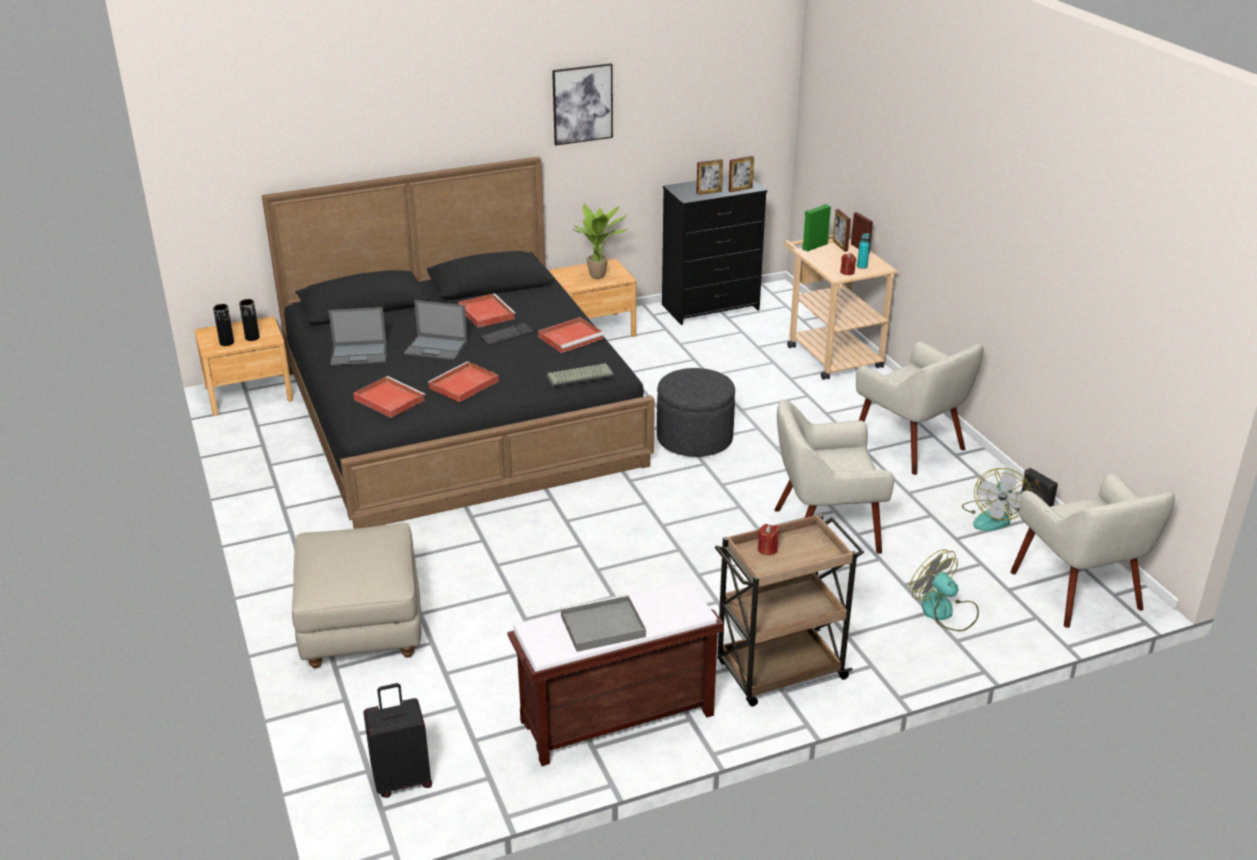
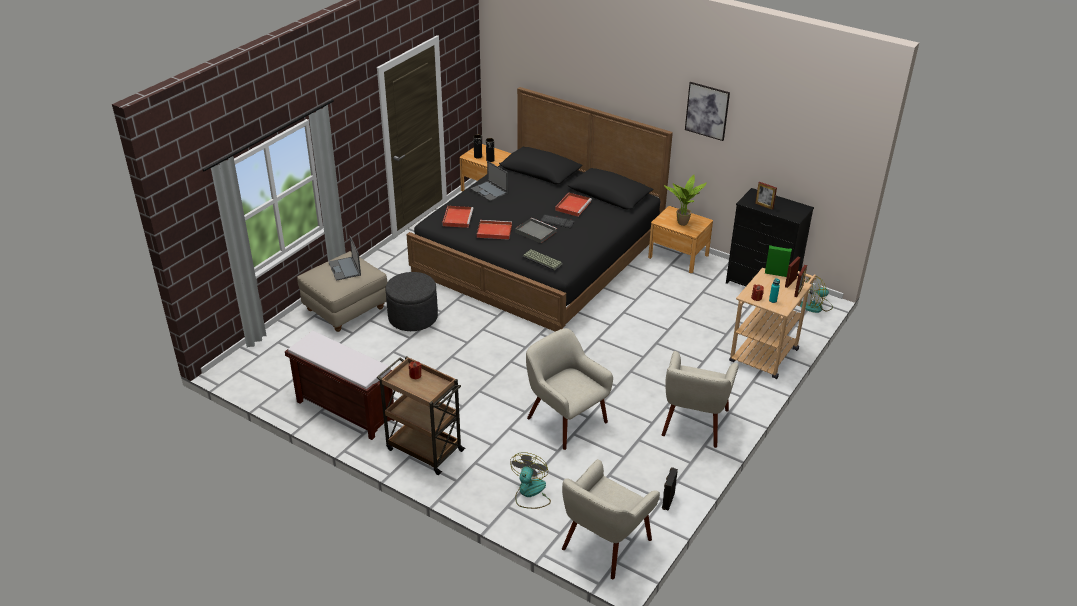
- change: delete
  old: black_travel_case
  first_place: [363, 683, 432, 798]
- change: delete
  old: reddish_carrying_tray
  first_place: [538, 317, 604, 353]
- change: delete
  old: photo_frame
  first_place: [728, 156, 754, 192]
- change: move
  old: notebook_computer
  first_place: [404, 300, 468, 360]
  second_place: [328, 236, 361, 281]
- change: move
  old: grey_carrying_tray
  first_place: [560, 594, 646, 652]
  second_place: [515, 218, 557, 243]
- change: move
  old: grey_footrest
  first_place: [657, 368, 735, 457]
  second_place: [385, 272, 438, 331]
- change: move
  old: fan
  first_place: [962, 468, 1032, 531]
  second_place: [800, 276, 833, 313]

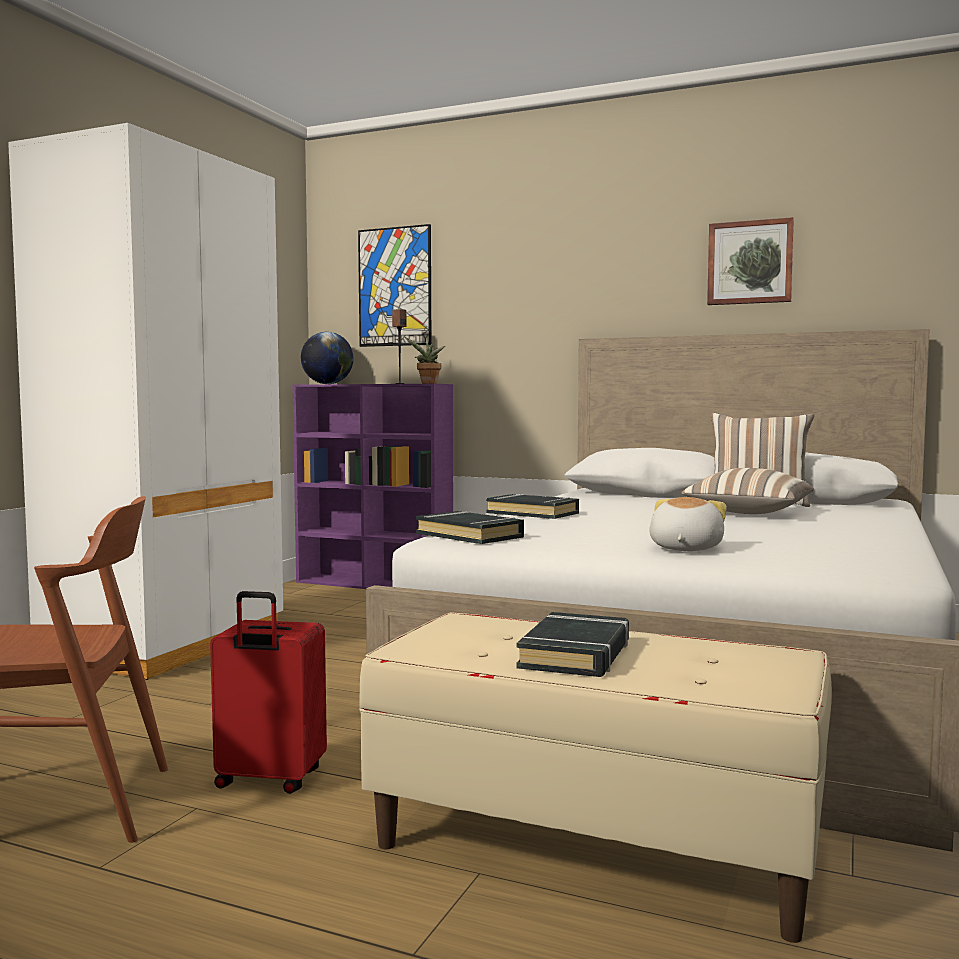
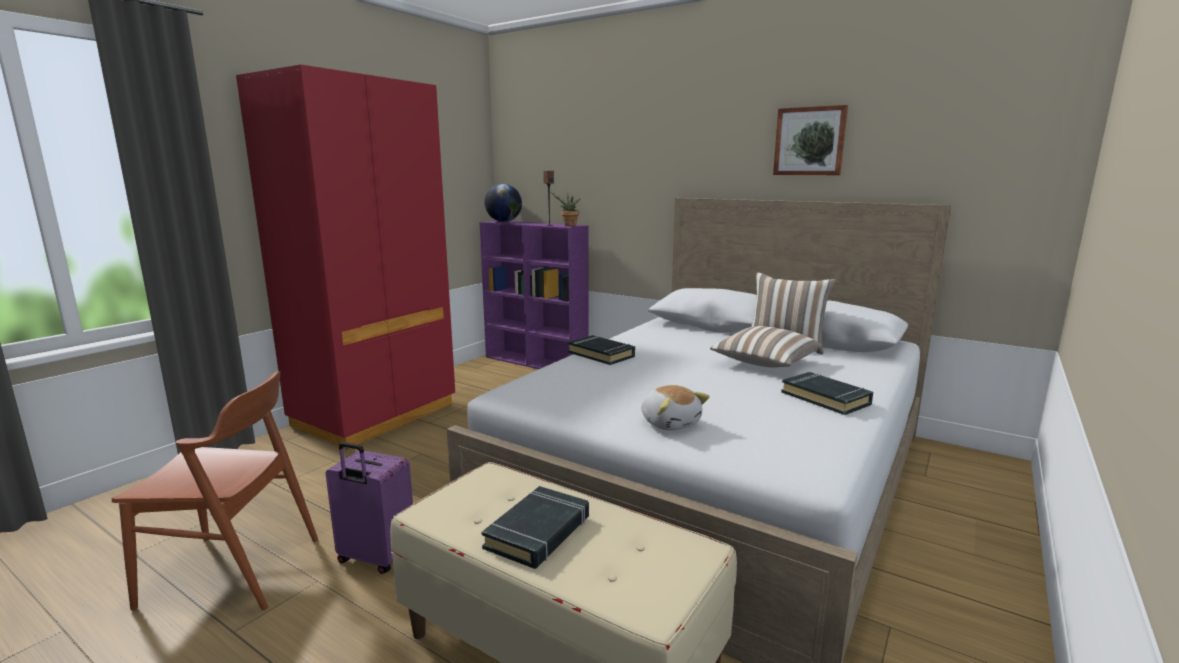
- change: delete
  old: picture
  first_place: [358, 224, 431, 347]
- change: move
  old: black_bound_book
  first_place: [416, 511, 524, 544]
  second_place: [781, 372, 873, 415]
- change: recolor
  old: white-coloured_wardrobe
  new: reddish_wardrobe
  first_place: [8, 123, 283, 680]
  second_place: [236, 64, 455, 449]
- change: recolor
  old: reddish_travel_case
  new: purplish_travel_case
  first_place: [210, 591, 327, 794]
  second_place: [326, 442, 413, 574]
- change: rotate
  old: plush_toy
  first_place: [649, 497, 727, 551]
  second_place: [641, 385, 710, 431]
  degrees: 120

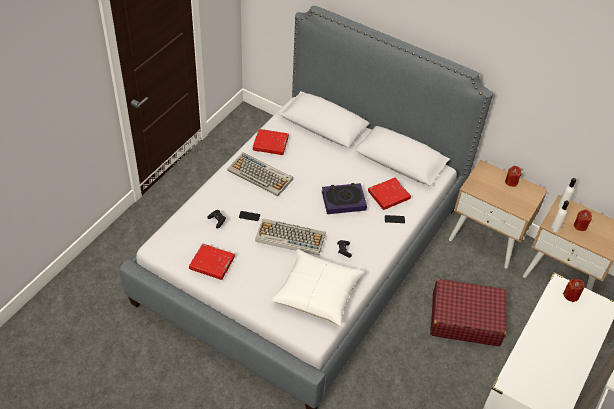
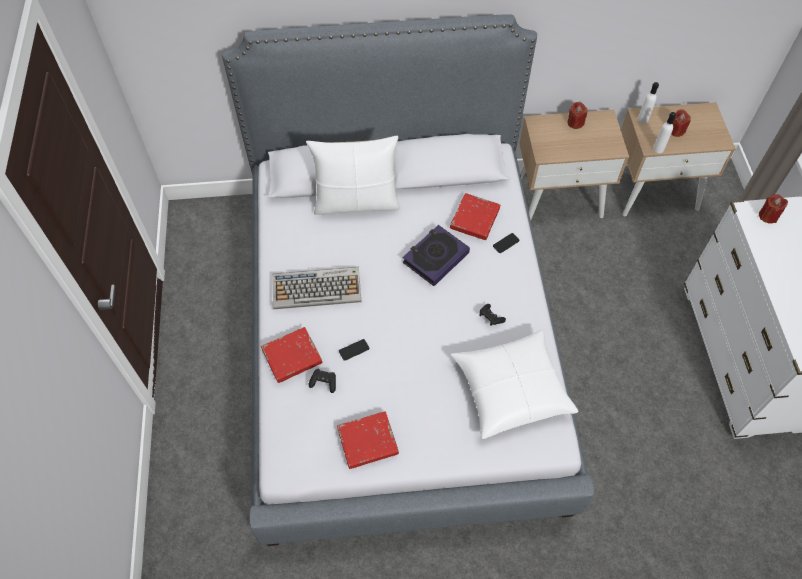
- change: delete
  old: computer_keyboard
  first_place: [255, 218, 326, 255]
- change: delete
  old: reddish_travel_case
  first_place: [430, 279, 507, 346]
- change: insert
  new: white-coloured_throw_pillow
  second_place: [306, 136, 400, 215]
- change: move
  old: reddish_bound_book
  first_place: [253, 129, 289, 155]
  second_place: [261, 327, 323, 383]

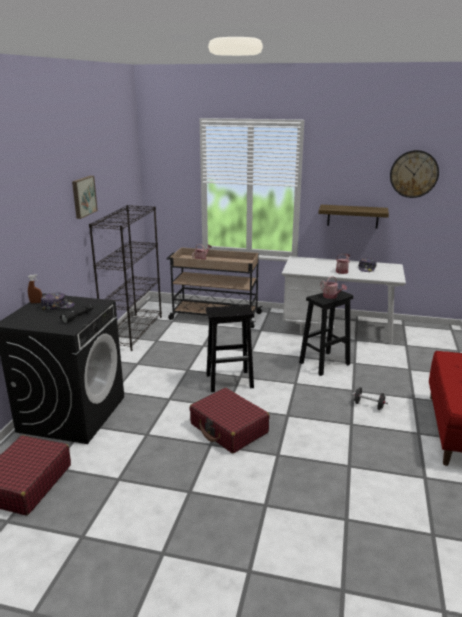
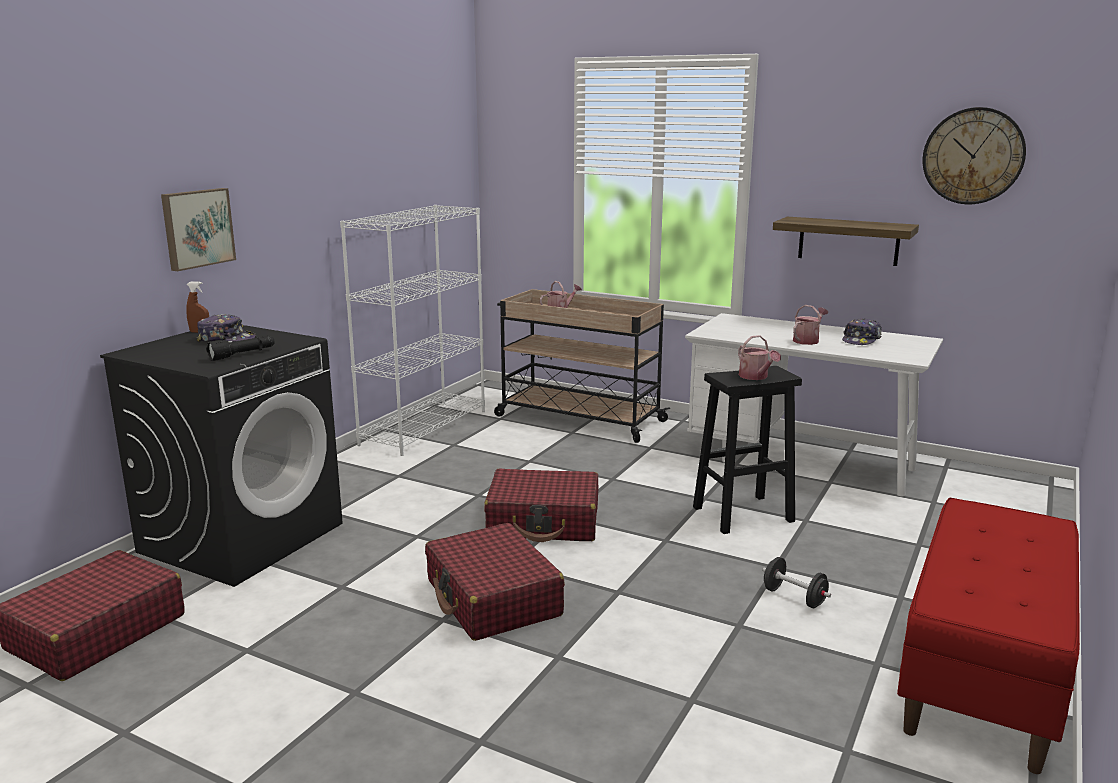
- change: move
  old: picture
  first_place: [72, 176, 98, 219]
  second_place: [161, 188, 236, 271]
- change: replace
  old: black_stool_seat
  new: reddish_travel_case
  first_place: [206, 304, 254, 392]
  second_place: [484, 468, 598, 542]
- change: recolor
  old: black_bookshelf
  new: white-coloured_bookshelf
  first_place: [89, 205, 162, 351]
  second_place: [340, 205, 485, 456]

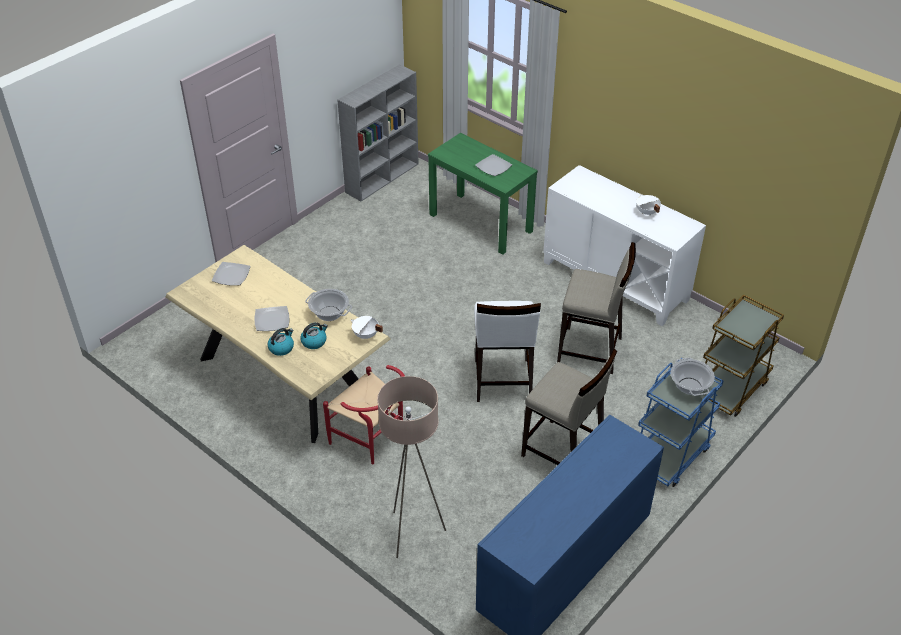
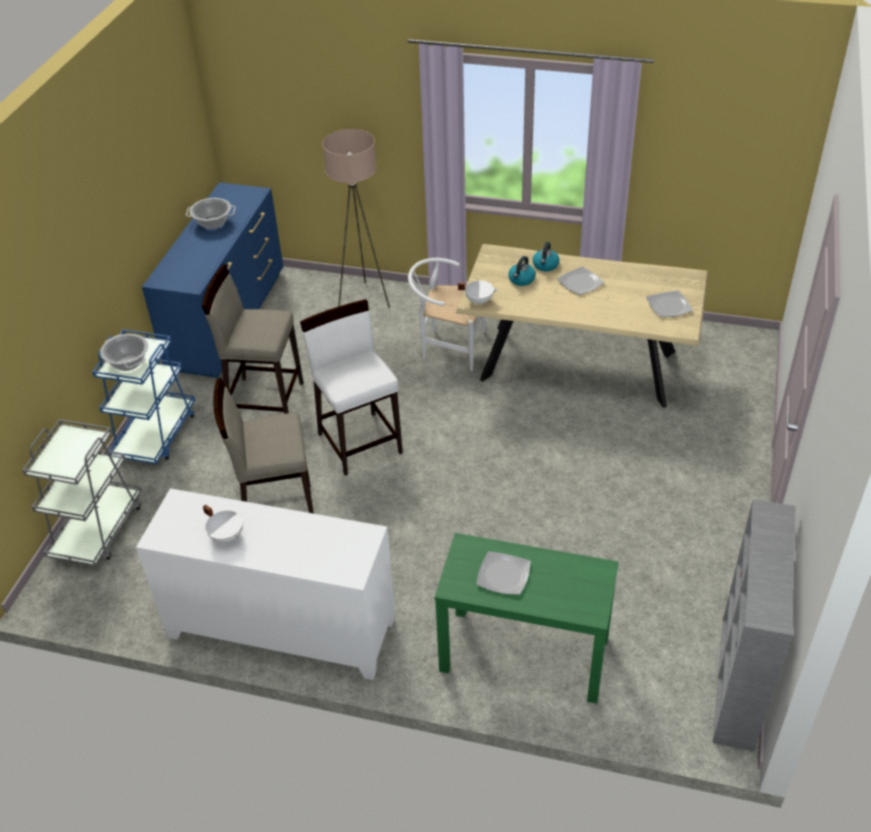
- change: move
  old: saucepot
  first_place: [305, 289, 352, 321]
  second_place: [186, 198, 236, 229]
- change: recolor
  old: reddish_upright_chair
  new: white-coloured_upright_chair
  first_place: [323, 365, 405, 464]
  second_place: [408, 258, 486, 371]
- change: recolor
  old: brown_trolley
  new: grey_trolley
  first_place: [703, 295, 784, 417]
  second_place: [22, 419, 142, 567]

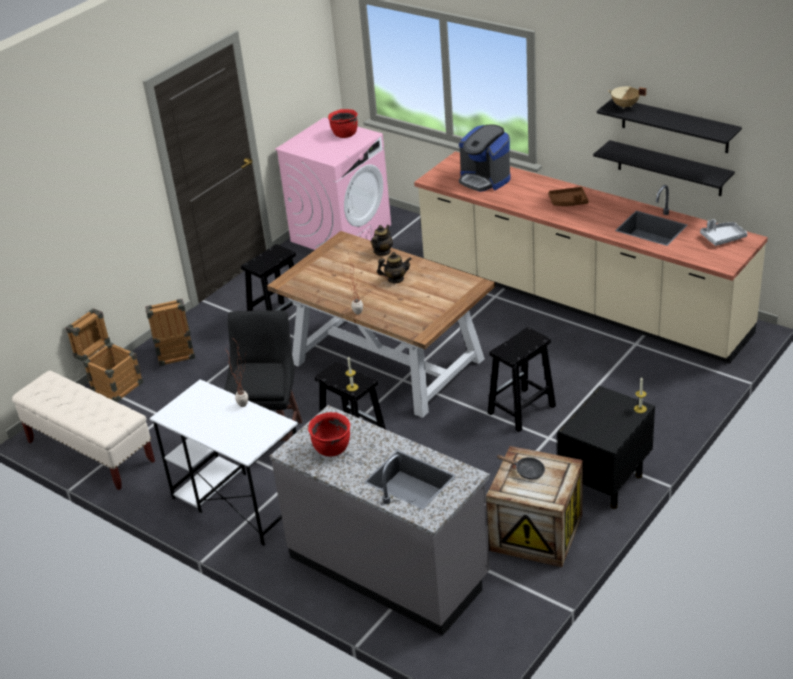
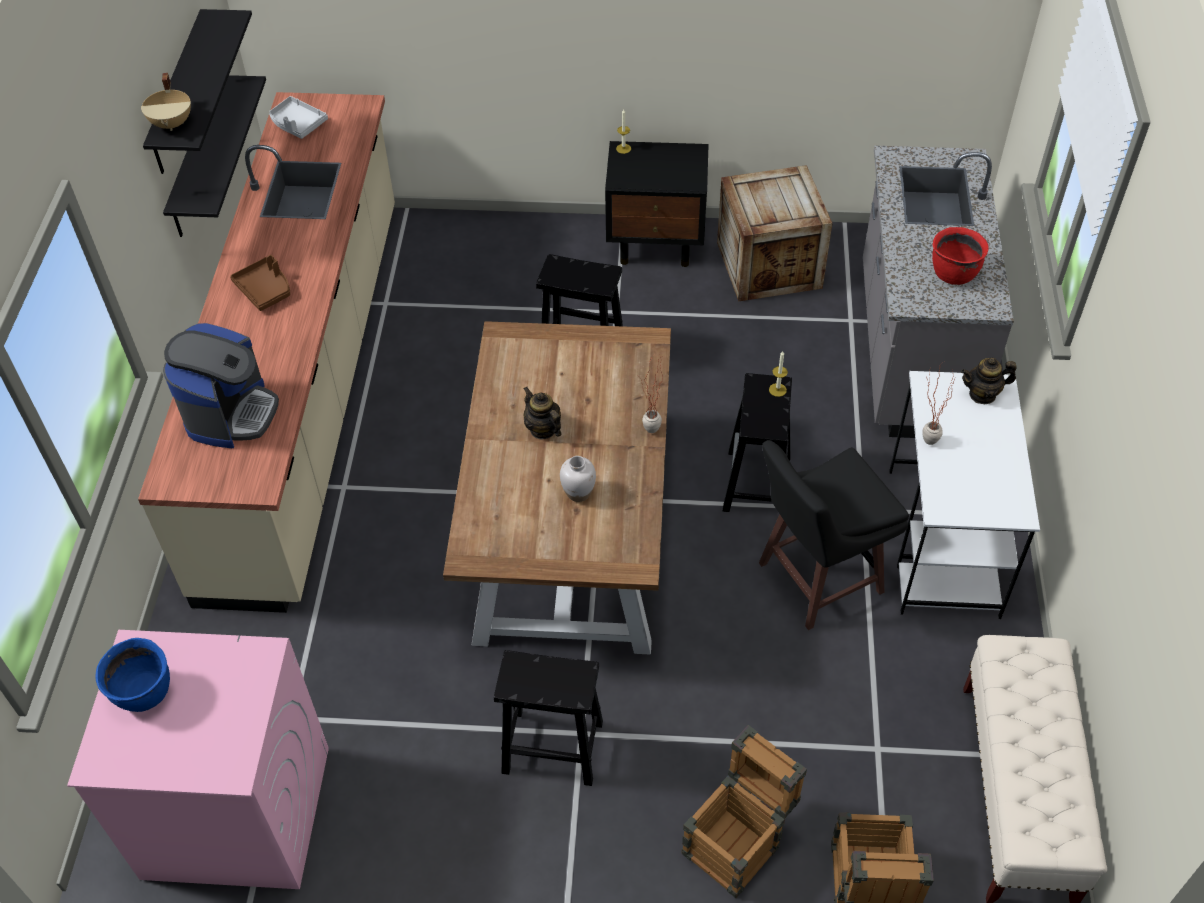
- change: delete
  old: black_frying_pan
  first_place: [496, 455, 545, 480]
- change: insert
  new: white-coloured_vase
  second_place: [560, 456, 596, 502]
- change: move
  old: tea_pot
  first_place: [371, 225, 393, 256]
  second_place: [961, 357, 1016, 404]
- change: recolor
  old: reddish_saucepot
  new: blue_saucepot
  first_place: [328, 109, 358, 138]
  second_place: [95, 638, 170, 712]

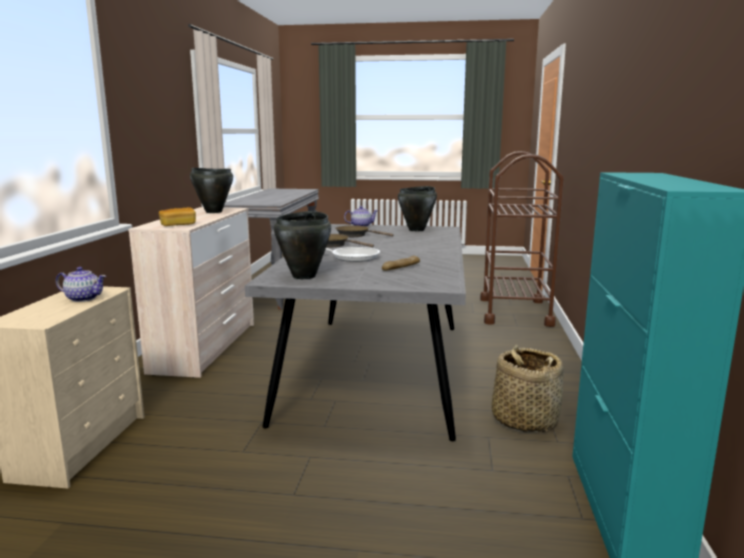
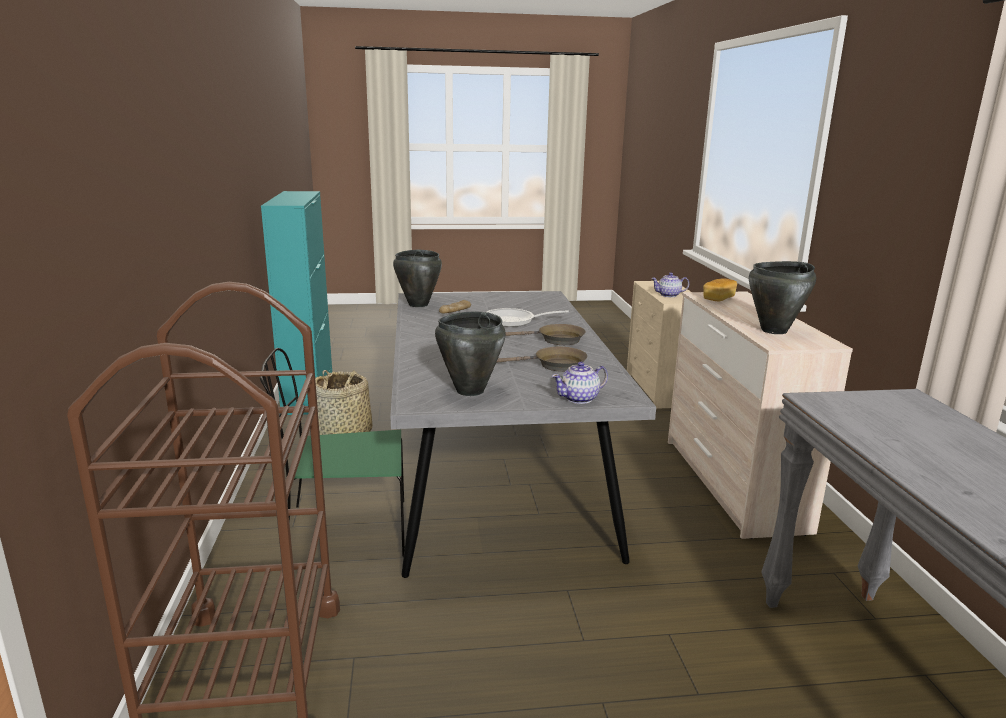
- change: insert
  new: green_upright_chair
  second_place: [260, 348, 405, 557]
- change: move
  old: black_saucepot
  first_place: [274, 211, 331, 279]
  second_place: [393, 250, 442, 307]

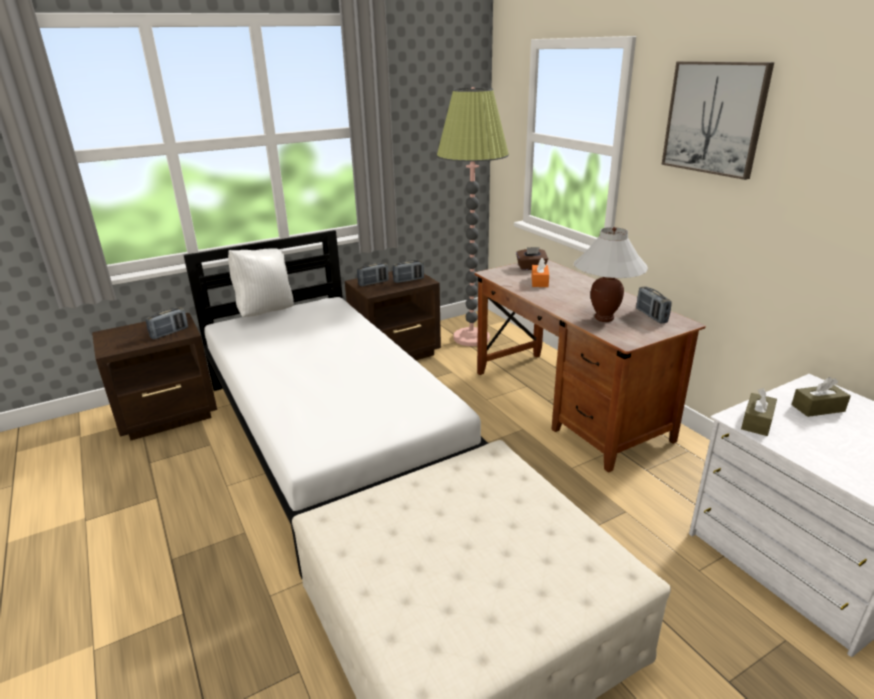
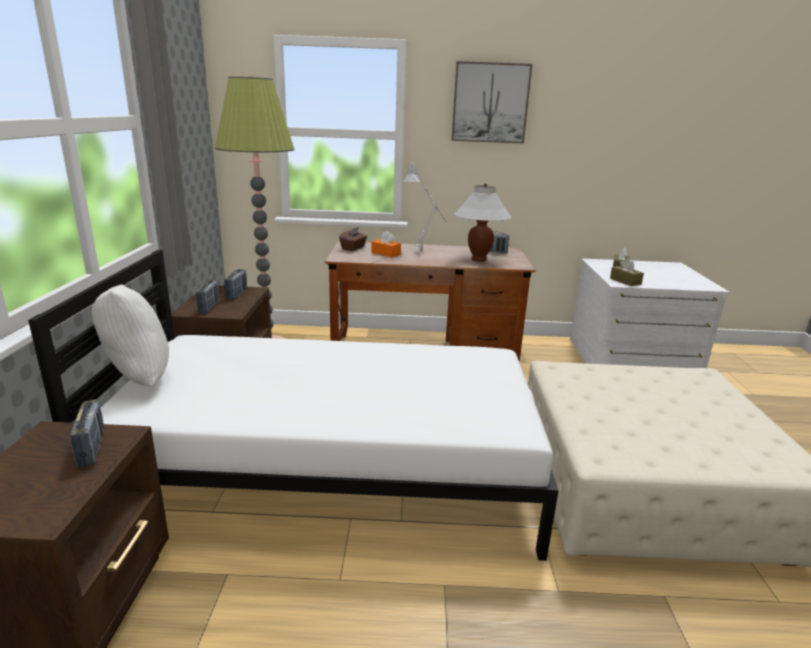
- change: insert
  new: grey_tabletop_lamp
  second_place: [403, 163, 447, 252]

